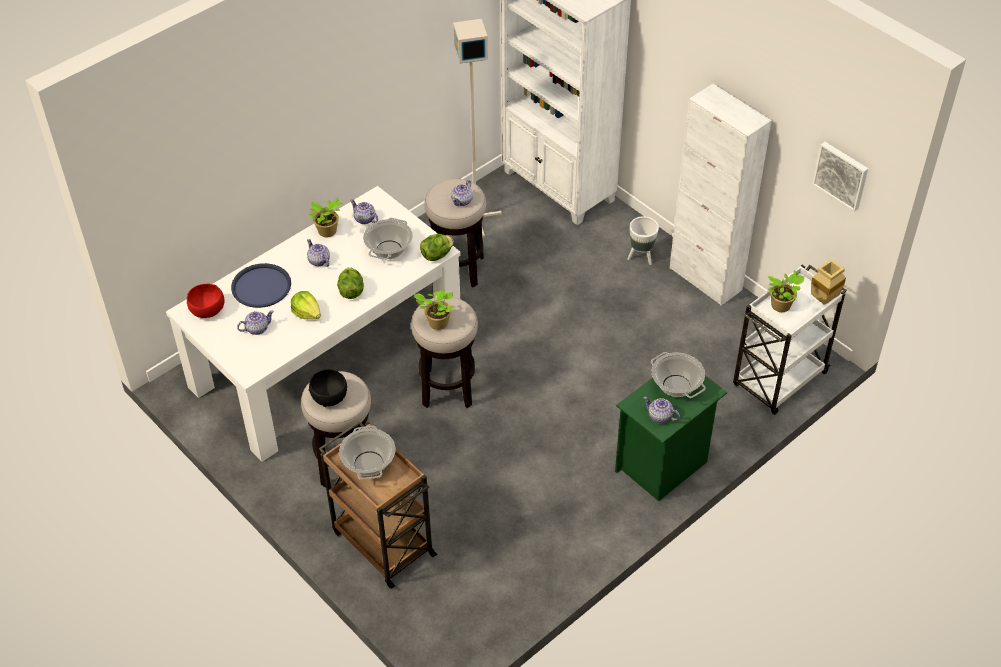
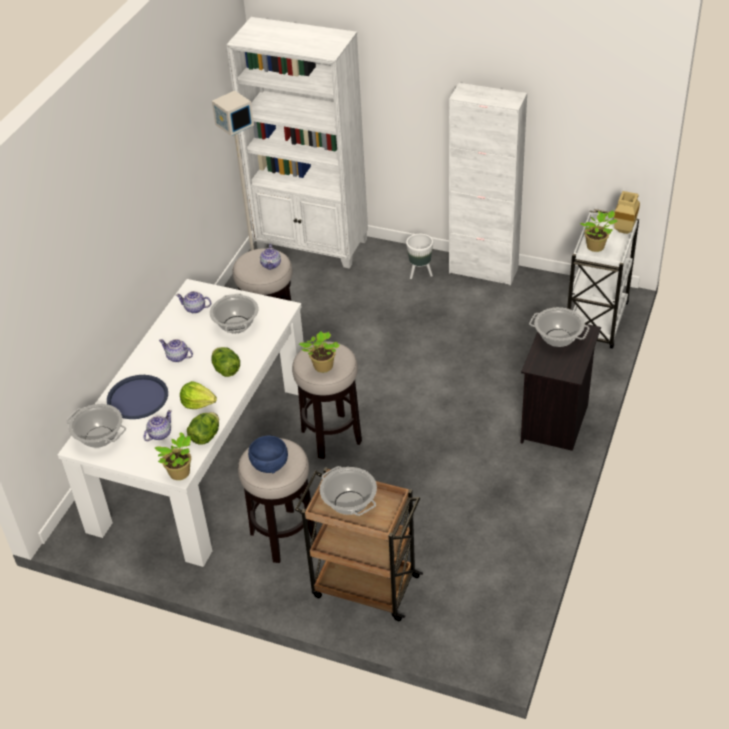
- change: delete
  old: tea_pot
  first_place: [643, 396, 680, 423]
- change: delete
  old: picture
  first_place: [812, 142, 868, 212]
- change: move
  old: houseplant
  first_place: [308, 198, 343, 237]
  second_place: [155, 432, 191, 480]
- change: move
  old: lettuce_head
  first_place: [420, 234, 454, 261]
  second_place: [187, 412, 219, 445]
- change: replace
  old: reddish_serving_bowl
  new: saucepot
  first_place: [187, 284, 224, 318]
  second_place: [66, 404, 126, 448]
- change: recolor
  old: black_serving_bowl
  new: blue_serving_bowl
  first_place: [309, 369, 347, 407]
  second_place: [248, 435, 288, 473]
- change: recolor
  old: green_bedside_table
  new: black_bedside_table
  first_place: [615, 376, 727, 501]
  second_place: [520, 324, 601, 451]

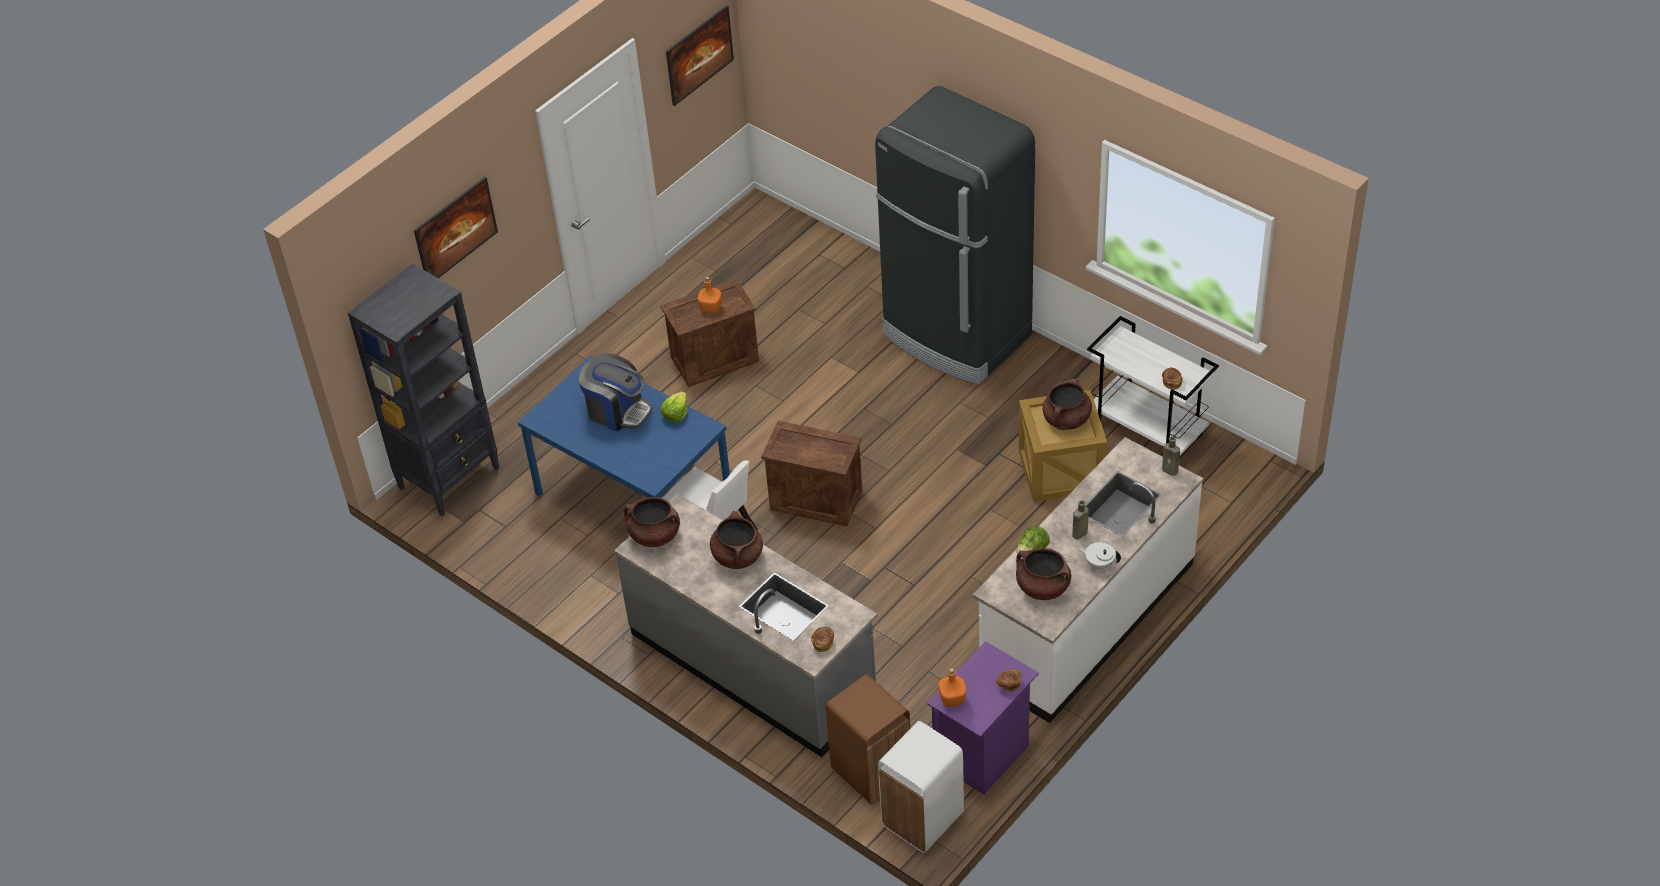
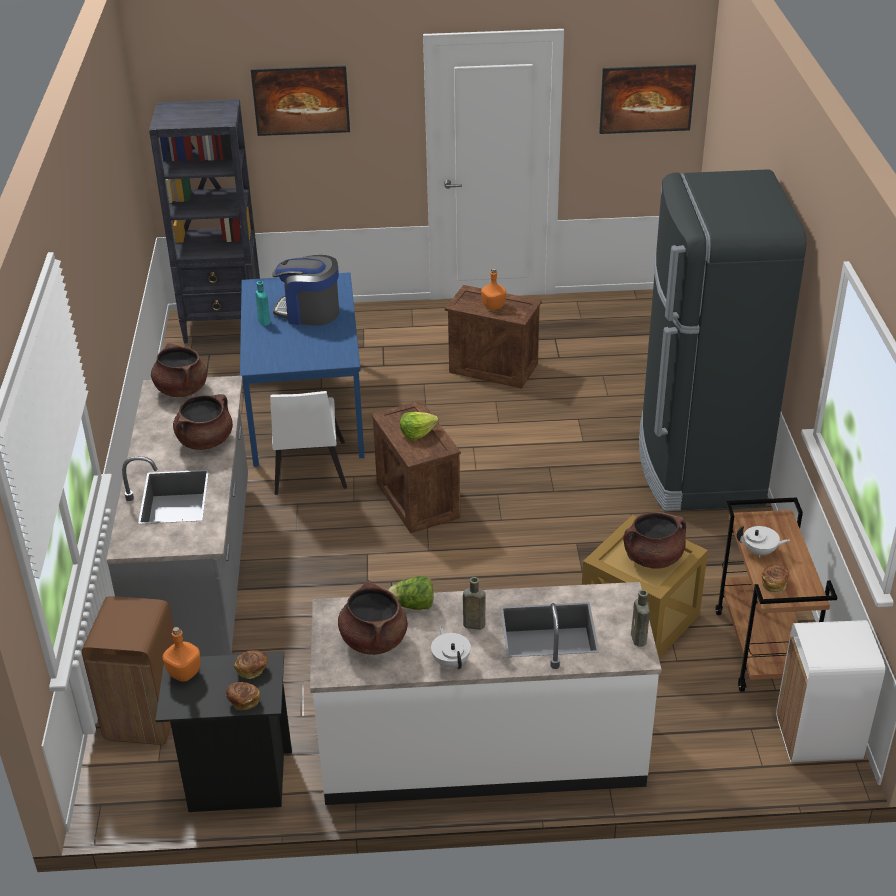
- change: insert
  new: blue-green_bottle
  second_place: [255, 281, 270, 326]
- change: insert
  new: white-coloured_tea_pot
  second_place: [737, 526, 790, 558]
- change: move
  old: lettuce_head
  first_place: [660, 391, 687, 422]
  second_place: [400, 412, 439, 440]
- change: move
  old: bread
  first_place: [811, 627, 834, 652]
  second_place: [234, 650, 268, 679]
- change: move
  old: white-coloured_rubbish_bin
  first_place: [878, 721, 964, 853]
  second_place: [776, 620, 885, 762]
- change: recolor
  old: purplish_bedside_table
  new: black_bedside_table
  first_place: [927, 641, 1039, 795]
  second_place: [155, 652, 292, 812]
- change: recolor
  old: white-coloured_trolley
  new: brown_trolley
  first_place: [1087, 316, 1219, 455]
  second_place: [715, 497, 837, 692]
- change: rotate
  old: coffee_maker
  first_place: [579, 353, 653, 431]
  second_place: [272, 255, 339, 326]
  degrees: 120

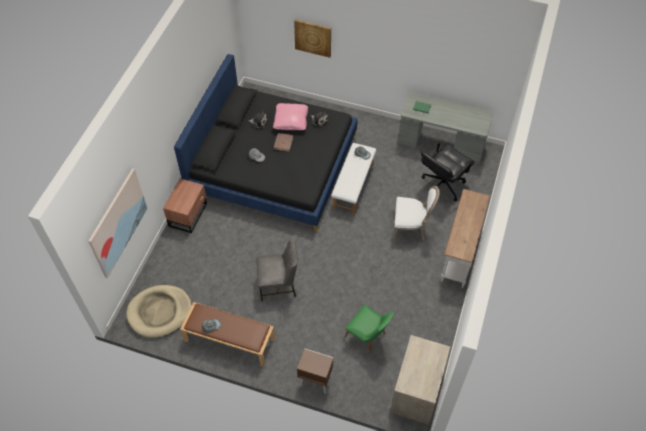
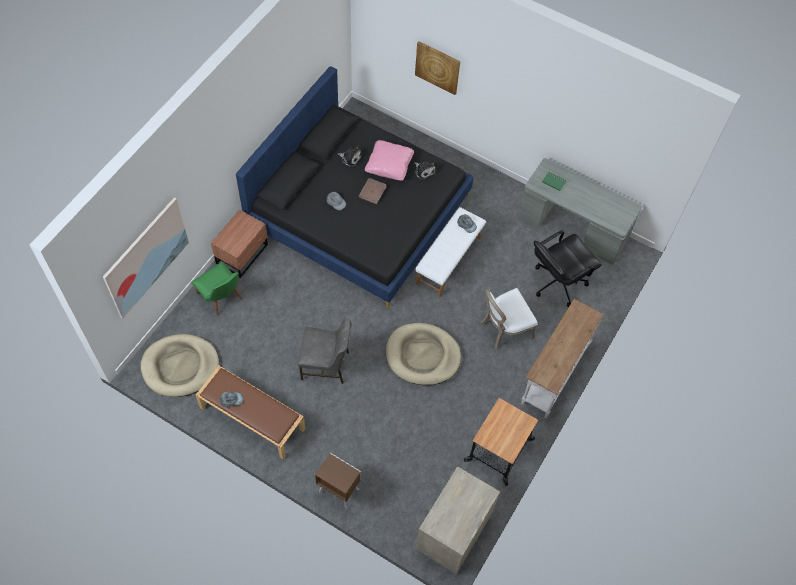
- change: insert
  new: beige-coloured_pet_bed
  second_place: [386, 323, 461, 385]
- change: insert
  new: trolley
  second_place: [464, 398, 538, 486]
- change: move
  old: green_upright_chair
  first_place: [345, 304, 394, 353]
  second_place: [191, 262, 242, 316]
- change: rotate
  old: white-coloured_upright_chair
  first_place: [392, 186, 440, 241]
  second_place: [481, 288, 538, 350]
  degrees: 135

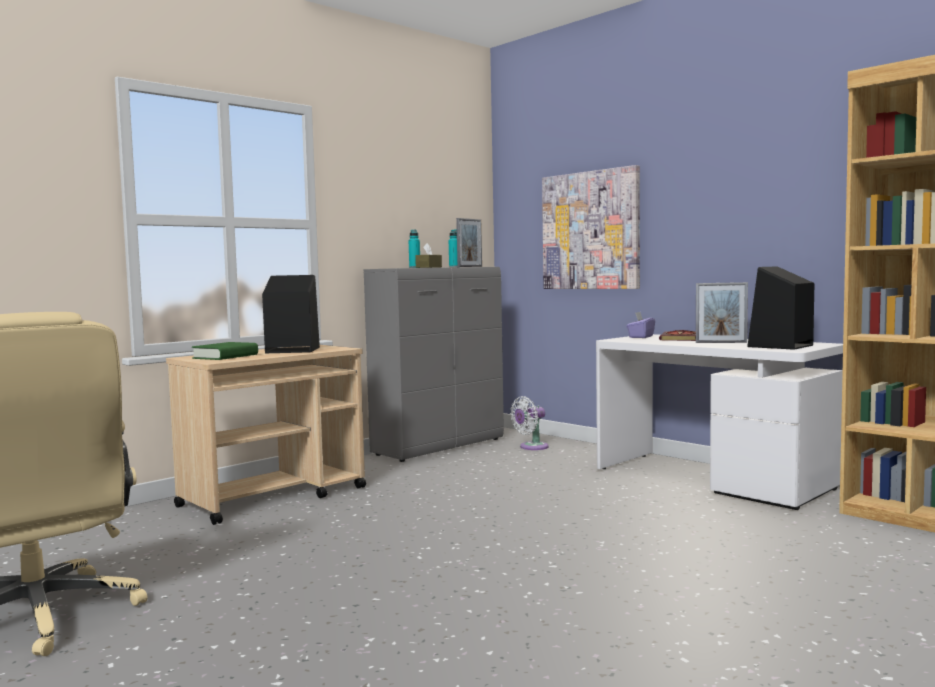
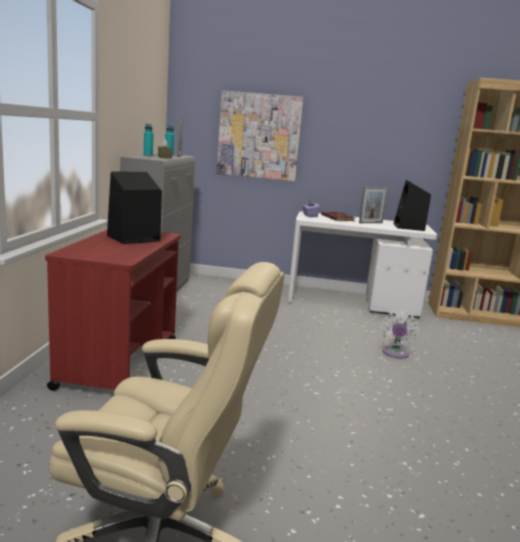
- change: delete
  old: green_bound_book
  first_place: [192, 342, 258, 360]
- change: move
  old: white-coloured_fan
  first_place: [510, 396, 549, 450]
  second_place: [381, 311, 419, 359]
- change: recolor
  old: beige-coloured_trolley
  new: reddish_trolley
  first_place: [166, 345, 366, 525]
  second_place: [45, 230, 181, 391]

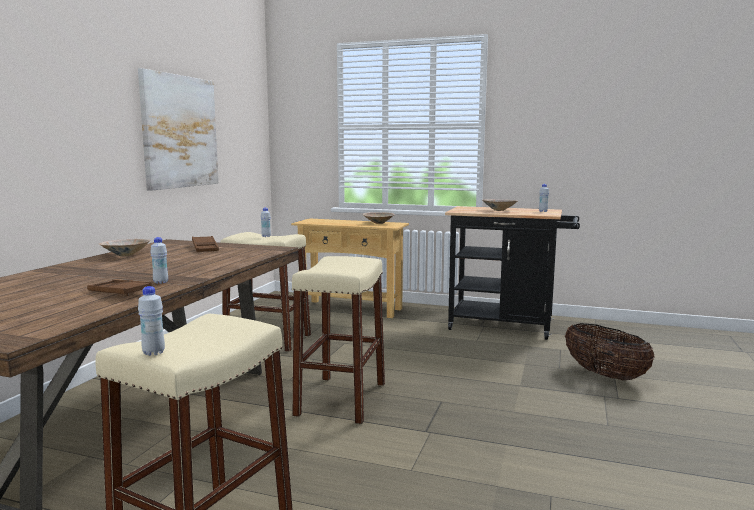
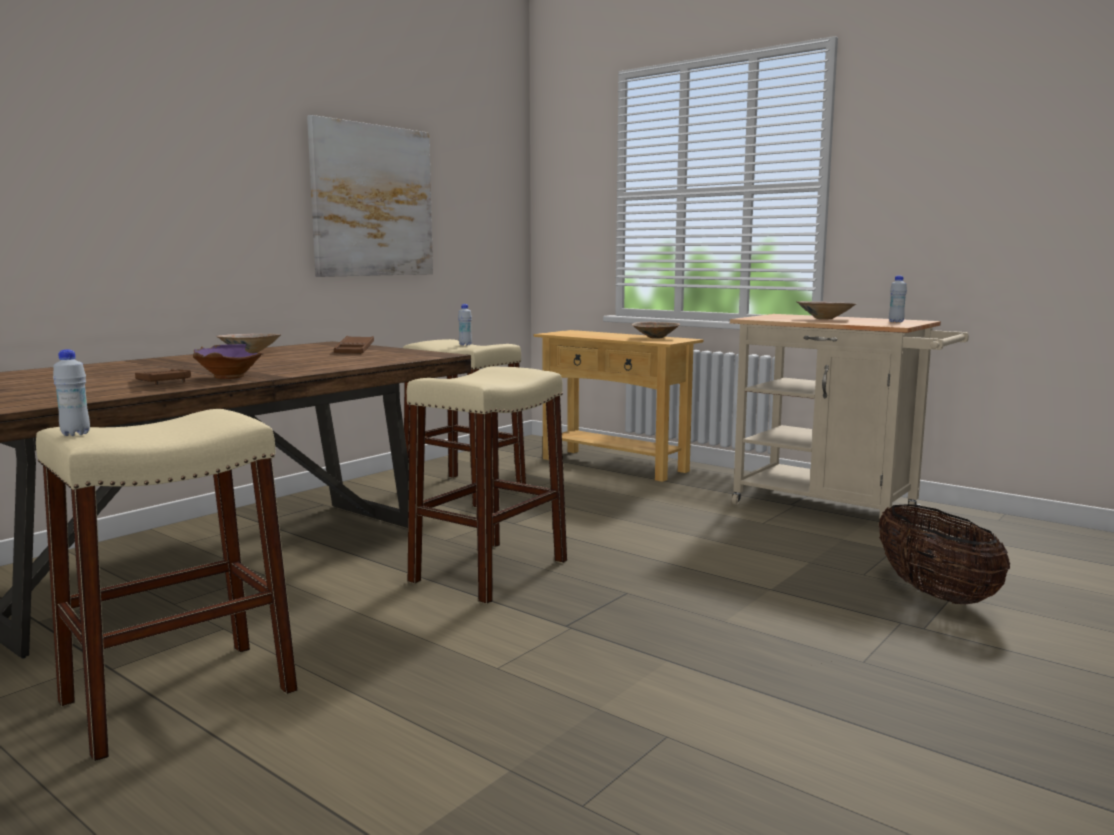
- change: replace
  old: white-coloured_bottle
  new: purplish_serving_bowl
  first_place: [150, 237, 168, 284]
  second_place: [193, 344, 262, 379]
- change: recolor
  old: black_trolley
  new: beige-coloured_trolley
  first_place: [445, 206, 580, 340]
  second_place: [730, 314, 969, 532]

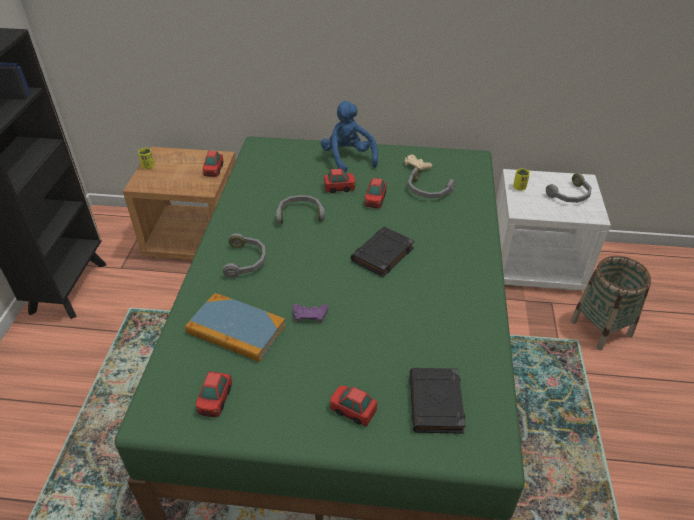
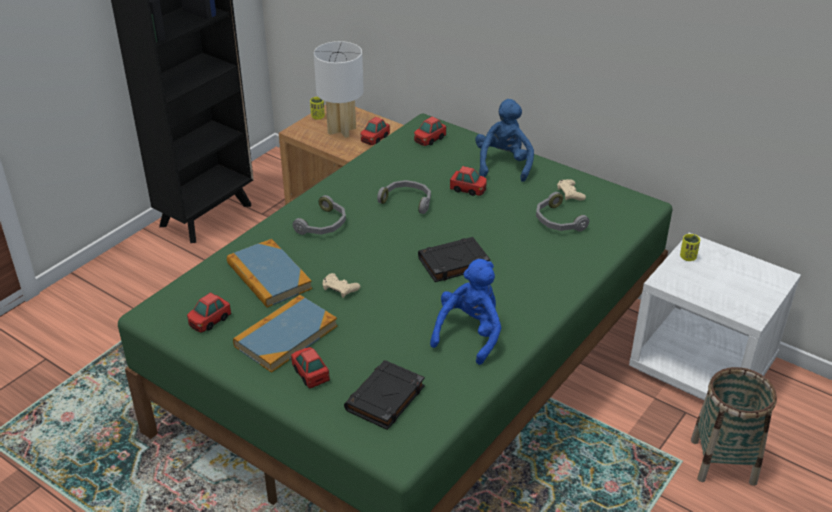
- change: delete
  old: grey_pair_of_headphones
  first_place: [546, 173, 592, 203]
- change: insert
  new: bound_book
  second_place: [233, 295, 337, 373]
- change: insert
  new: white-coloured_tabletop_lamp
  second_place: [314, 41, 364, 138]
- change: insert
  new: blue_plush_toy
  second_place: [430, 259, 501, 365]
- change: move
  old: model_car
  first_place: [365, 178, 387, 208]
  second_place: [414, 116, 446, 146]
- change: recolor
  old: purplish_gamepad
  new: beige-coloured_gamepad
  first_place: [293, 304, 328, 323]
  second_place: [322, 273, 360, 298]

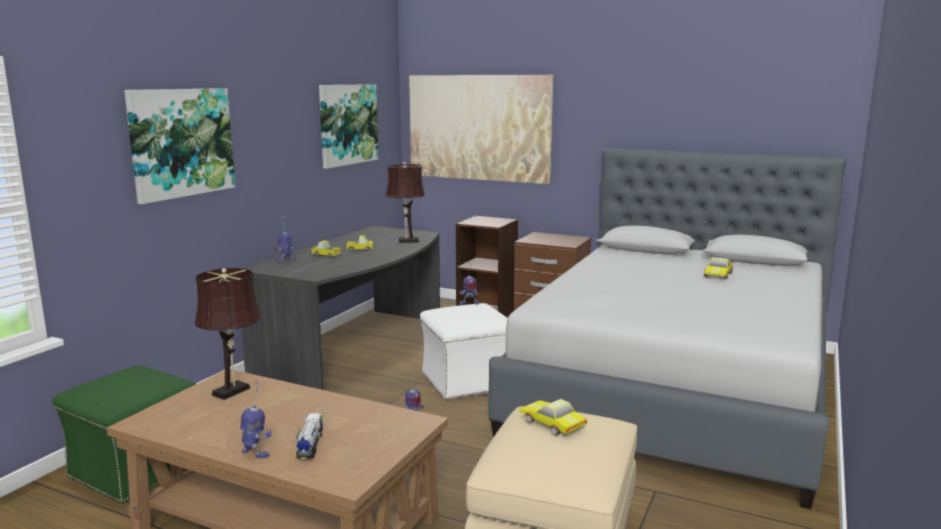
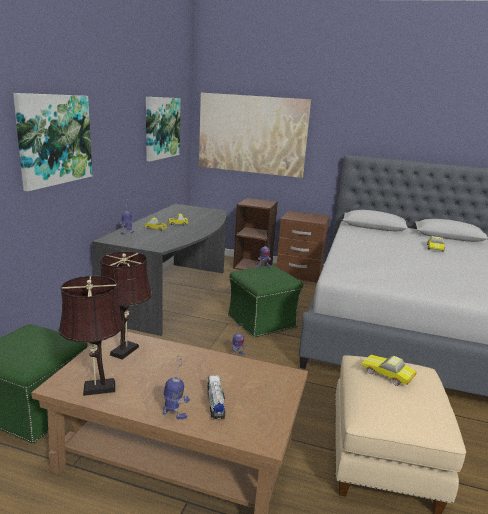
- change: move
  old: brown_tabletop_lamp
  first_place: [385, 162, 425, 243]
  second_place: [59, 276, 124, 396]
- change: recolor
  old: white-coloured_footrest
  new: green_footrest
  first_place: [420, 303, 508, 400]
  second_place: [228, 265, 303, 338]

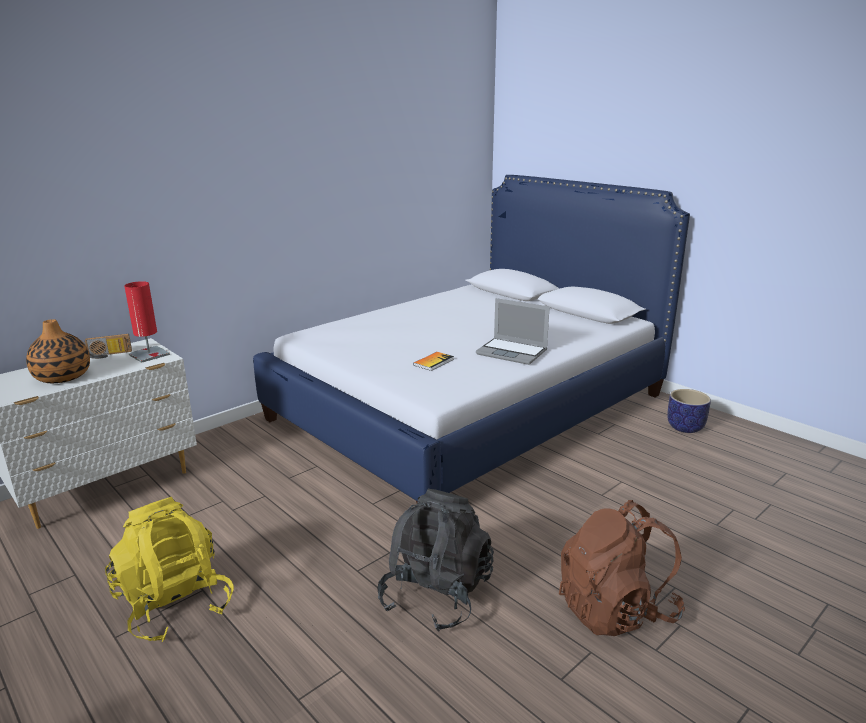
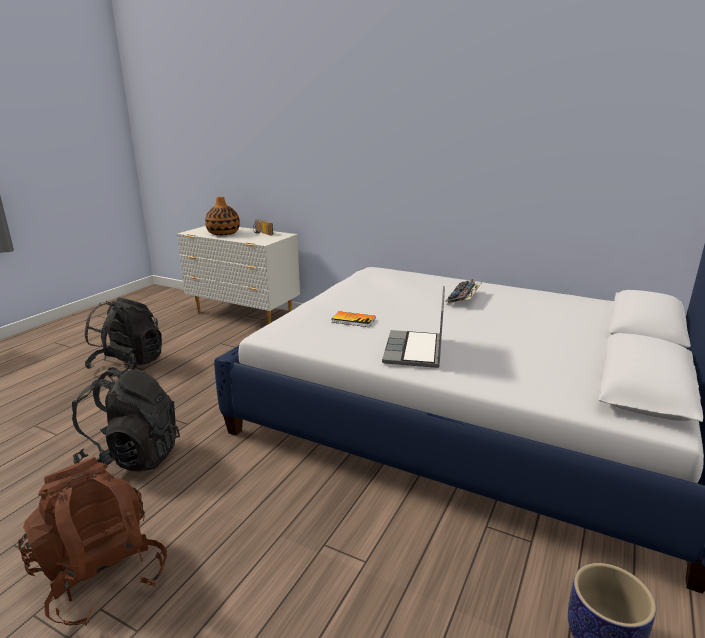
- change: delete
  old: reddish_tabletop_lamp
  first_place: [124, 281, 170, 363]
- change: insert
  new: computer_keyboard
  second_place: [445, 279, 482, 305]
- change: recolor
  old: yellow_knapsack
  new: black_knapsack
  first_place: [105, 497, 234, 642]
  second_place: [84, 297, 162, 378]

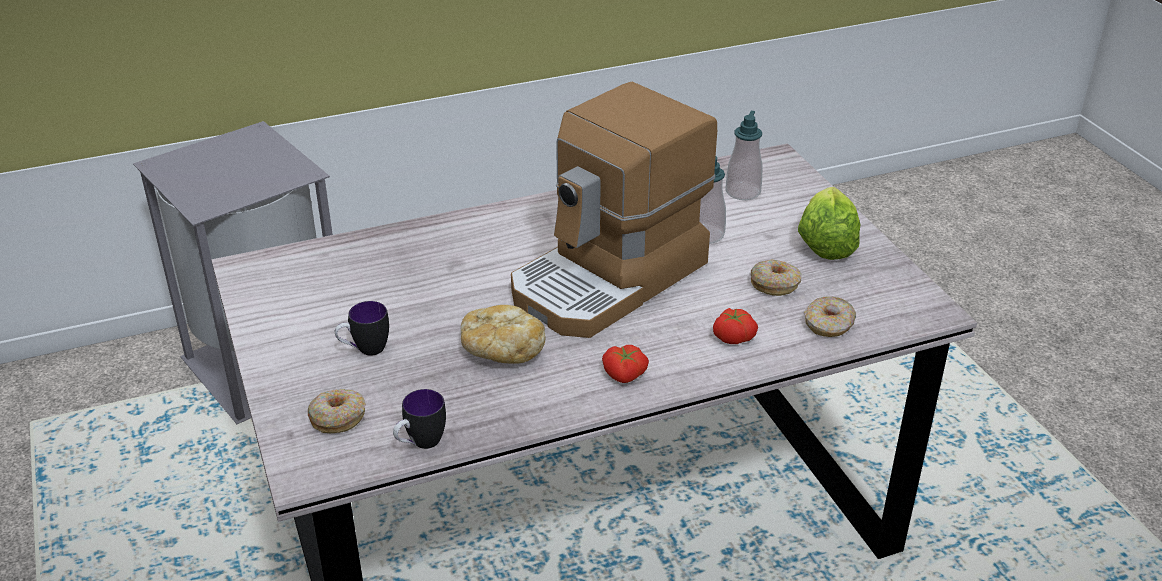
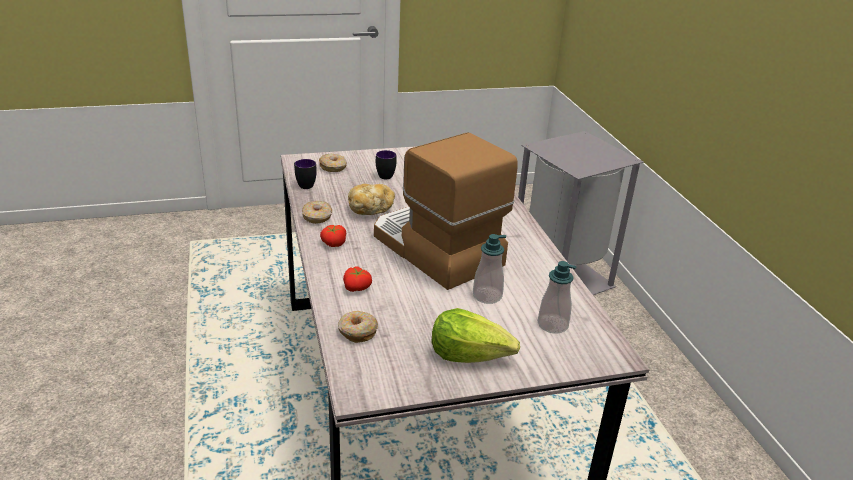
- change: move
  old: donut
  first_place: [751, 259, 802, 296]
  second_place: [302, 201, 332, 224]

